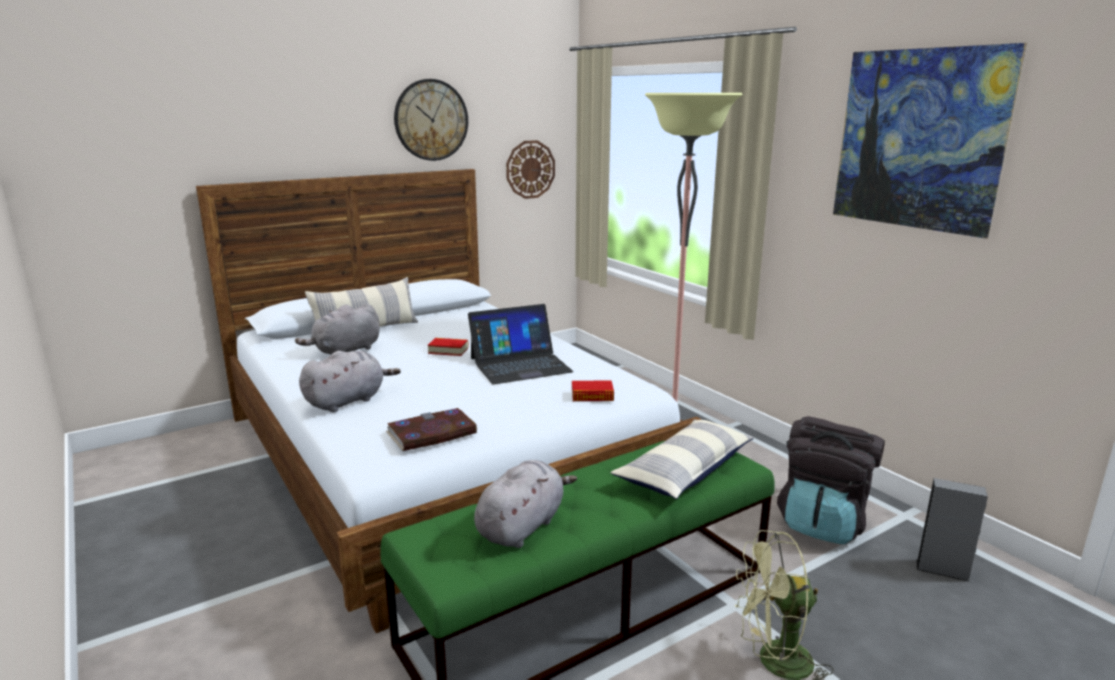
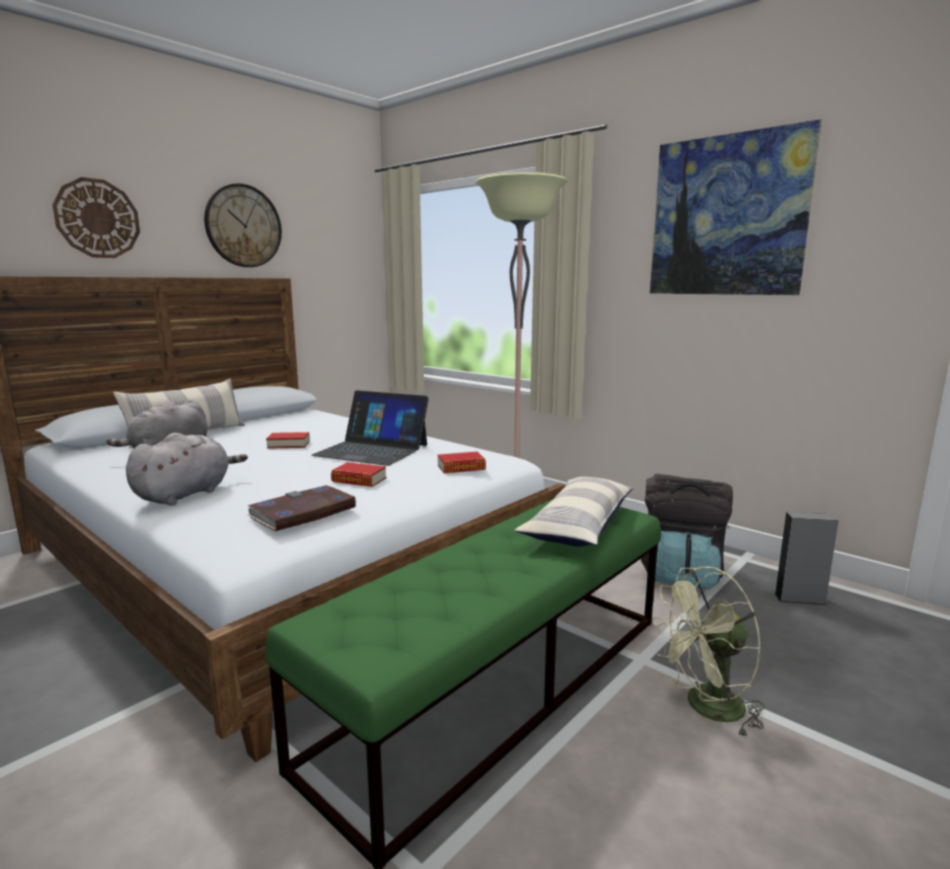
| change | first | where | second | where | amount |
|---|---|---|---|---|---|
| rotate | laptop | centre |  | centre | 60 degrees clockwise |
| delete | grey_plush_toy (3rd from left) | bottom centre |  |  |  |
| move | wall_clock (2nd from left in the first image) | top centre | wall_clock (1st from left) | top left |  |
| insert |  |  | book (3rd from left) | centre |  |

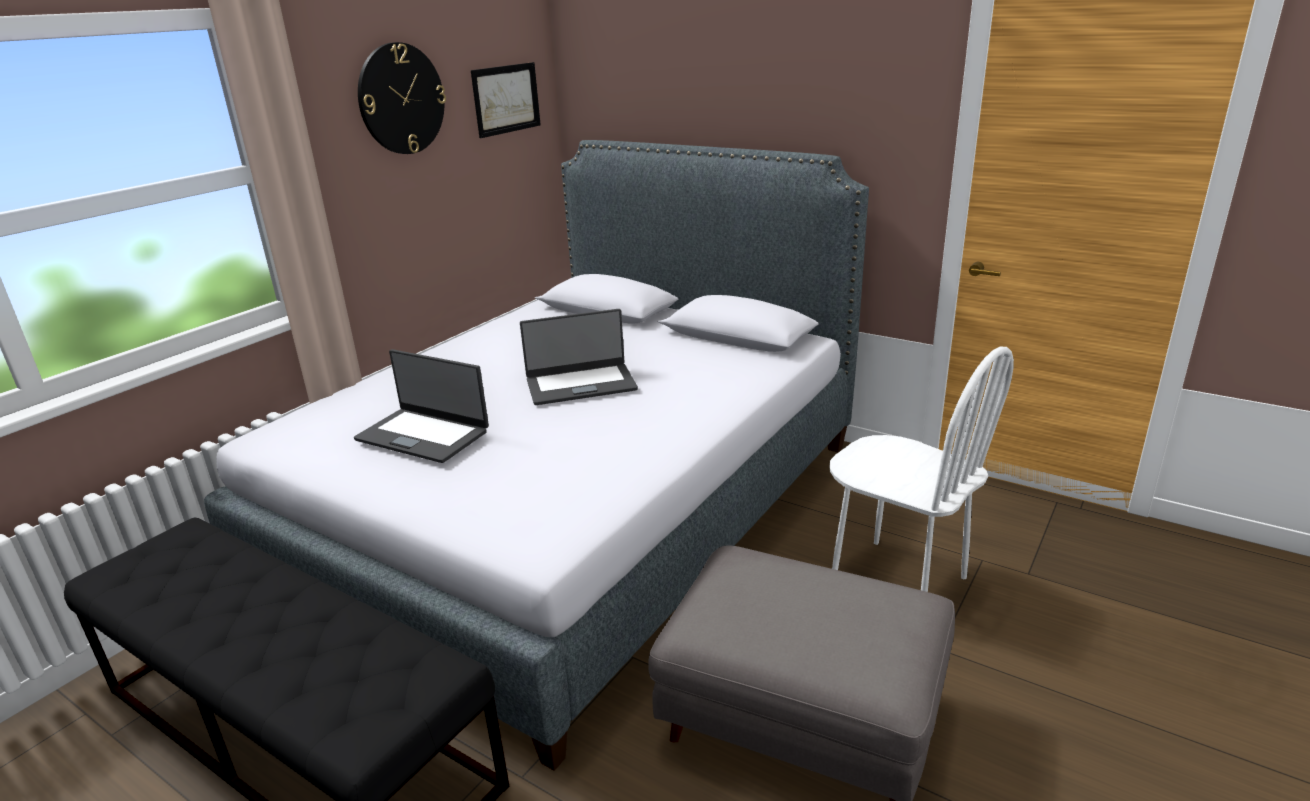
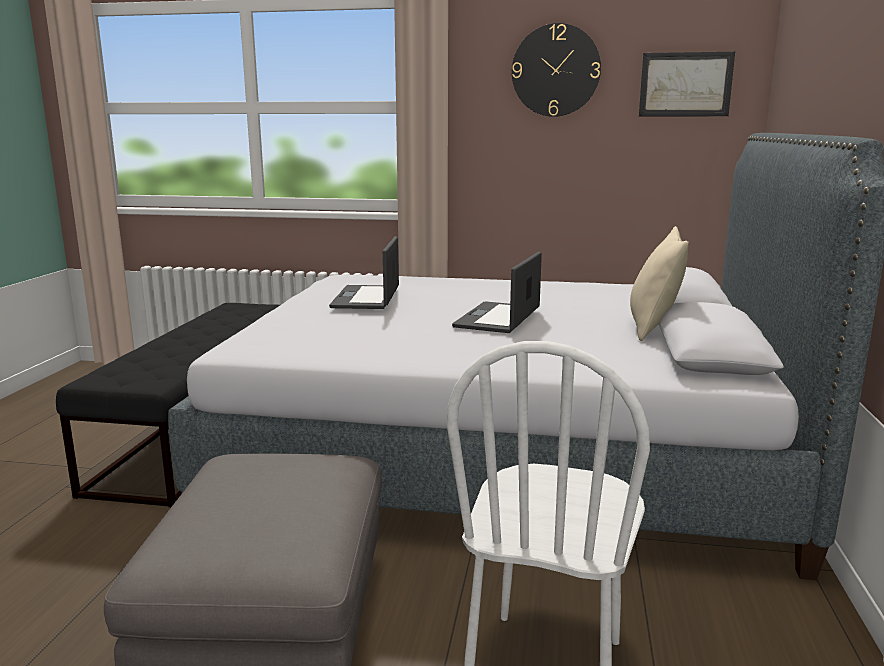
| change | first | where | second | where | amount |
|---|---|---|---|---|---|
| rotate | laptop (2nd from left) | centre |  | centre | 60 degrees clockwise |
| insert |  |  | beige_pillow | middle right |  |

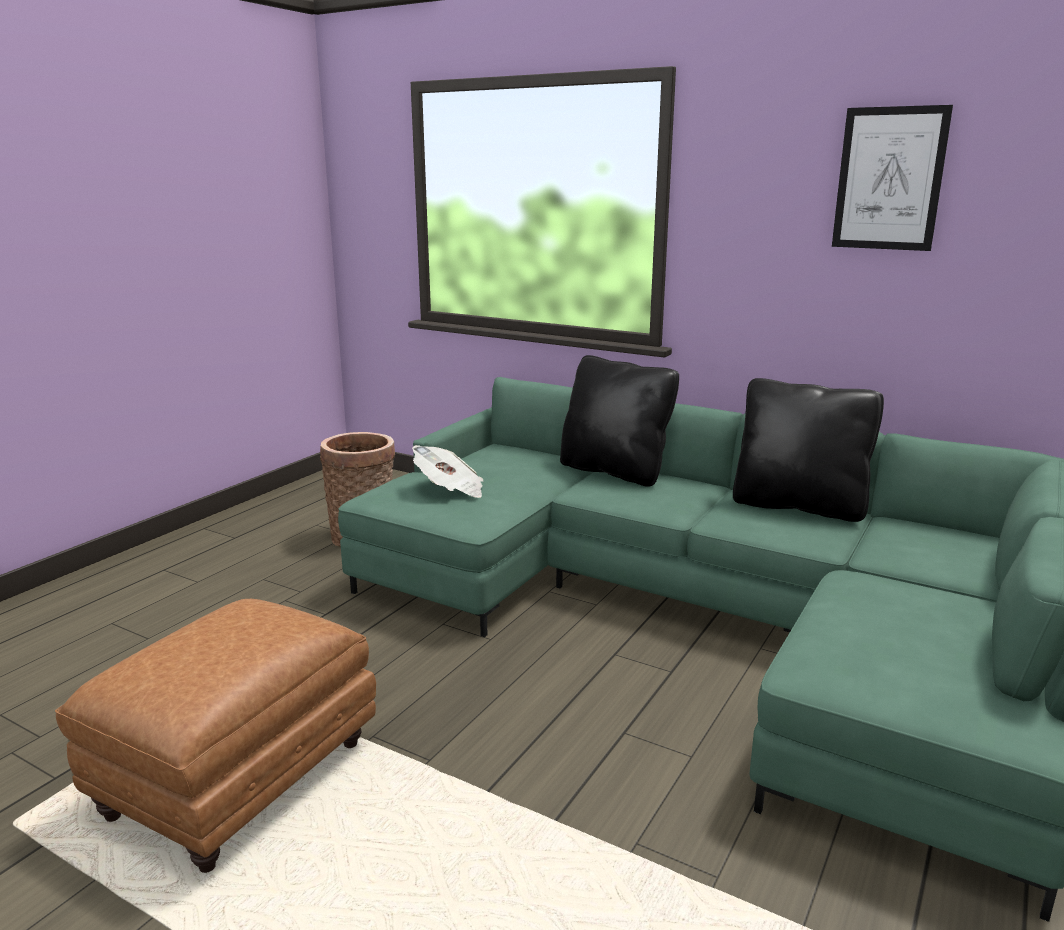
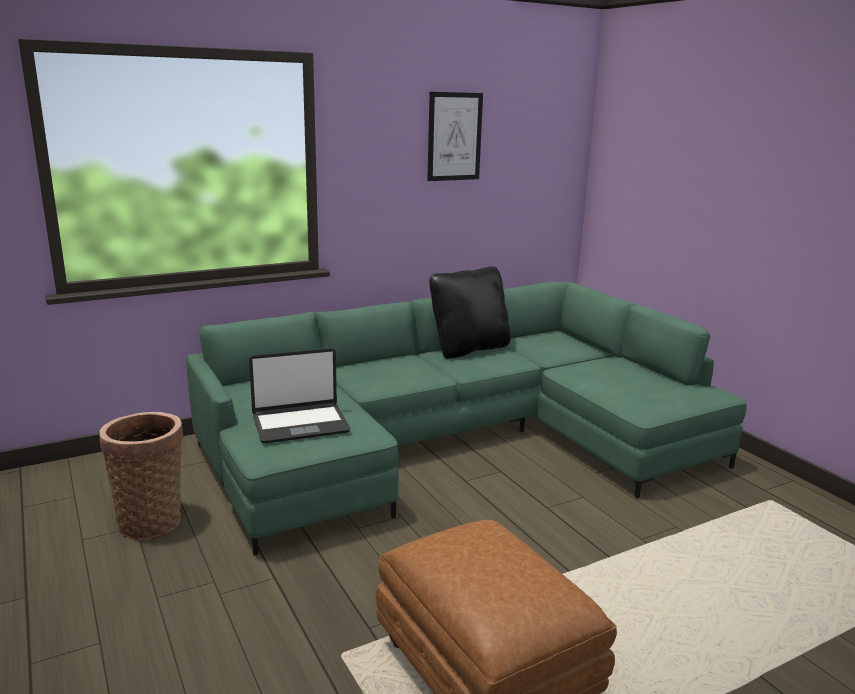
| change | first | where | second | where | amount |
|---|---|---|---|---|---|
| replace | newspaper | centre | laptop | centre |  |
| delete | black_pillow (1st from left) | centre |  |  |  |

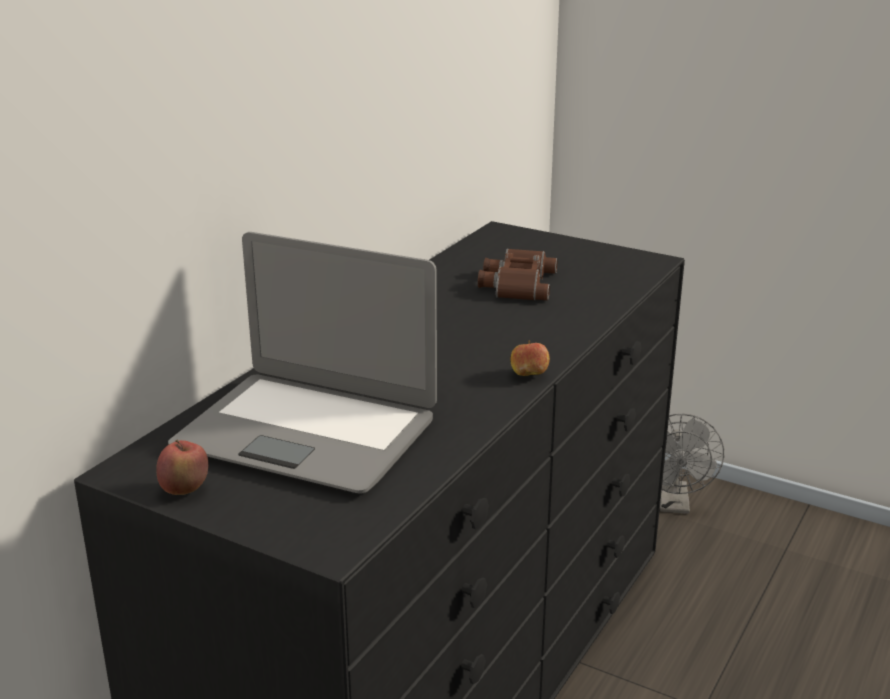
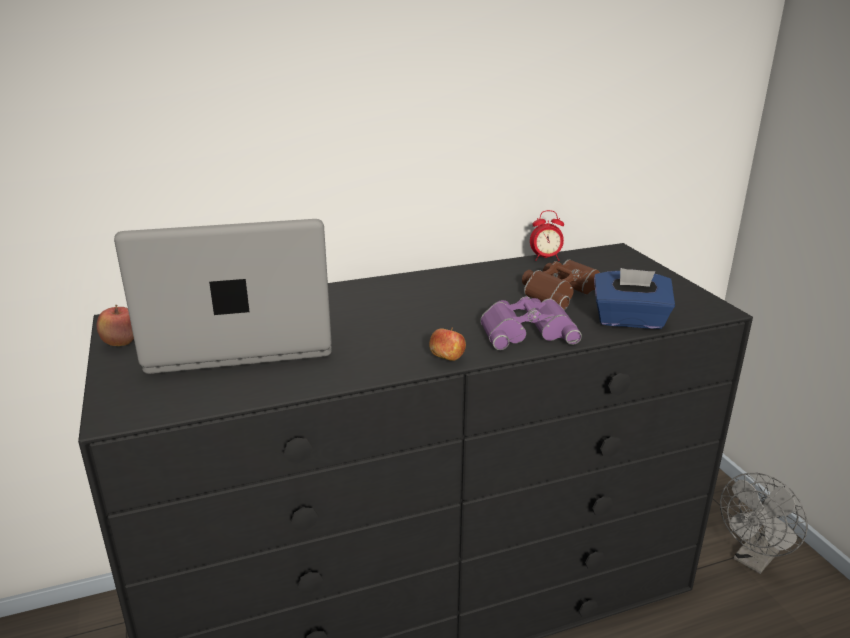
| change | first | where | second | where | amount |
|---|---|---|---|---|---|
| rotate | laptop | centre |  | middle left | 105 degrees clockwise |
| insert |  |  | purple_binoculars | centre |  |
| insert |  |  | alarm_clock | centre |  |
| insert |  |  | blue_tissue_box | middle right |  |

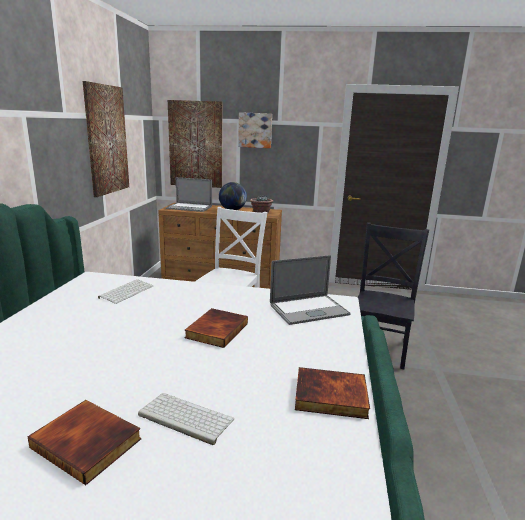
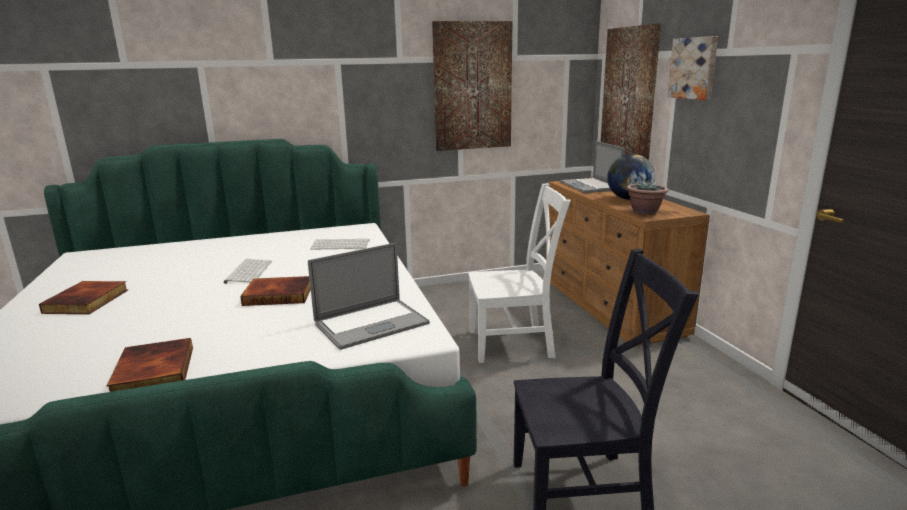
| change | first | where | second | where | amount |
|---|---|---|---|---|---|
| move | keyboard (2nd from left in the first image) | bottom centre | keyboard (1st from left) | middle left |  |
| rotate | laptop (2nd from left in the first image) | centre | laptop (1st from left) | centre | 75 degrees counterclockwise |

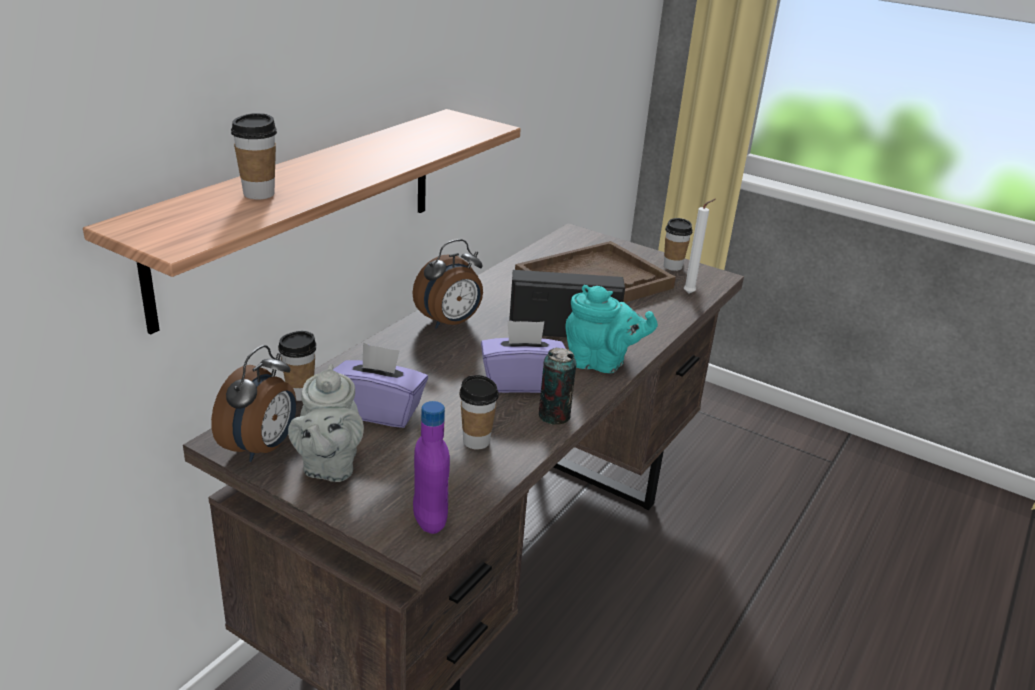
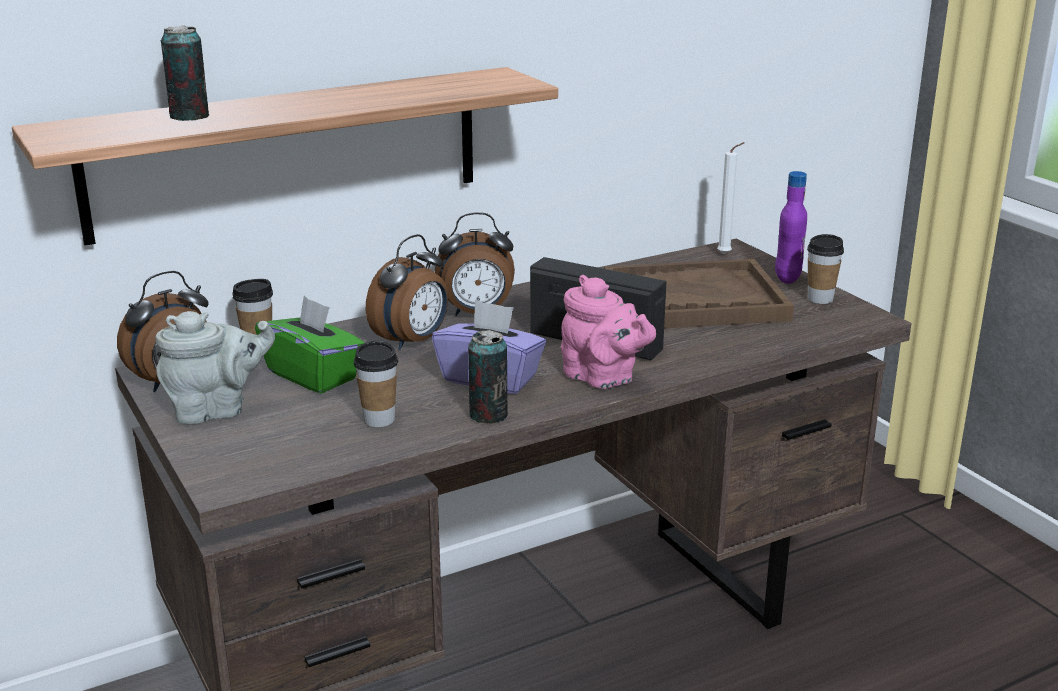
| change | first | where | second | where | amount |
|---|---|---|---|---|---|
| replace | cup (1st from left) | top left | can (1st from left) | top left |  |
| rotate | grey_teapot | middle left |  | middle left | 135 degrees counterclockwise |
| recolor | purple_tissue_box (1st from left) | centre | green_tissue_box | middle left |  |
| move | purple_bottle | bottom centre |  | top right |  |
| recolor | turquoise_teapot | centre | pink_teapot | centre |  |
| move | white_candle | middle right |  | top right |  |
| insert |  |  | alarm_clock (2nd from left) | centre |  |

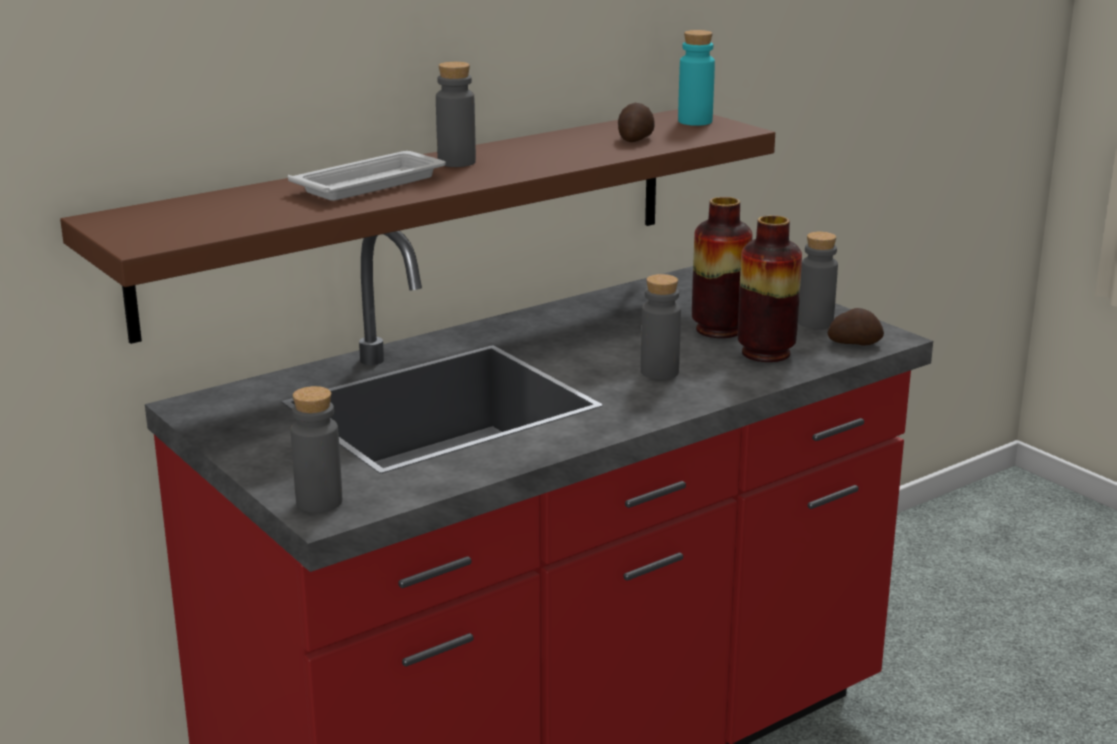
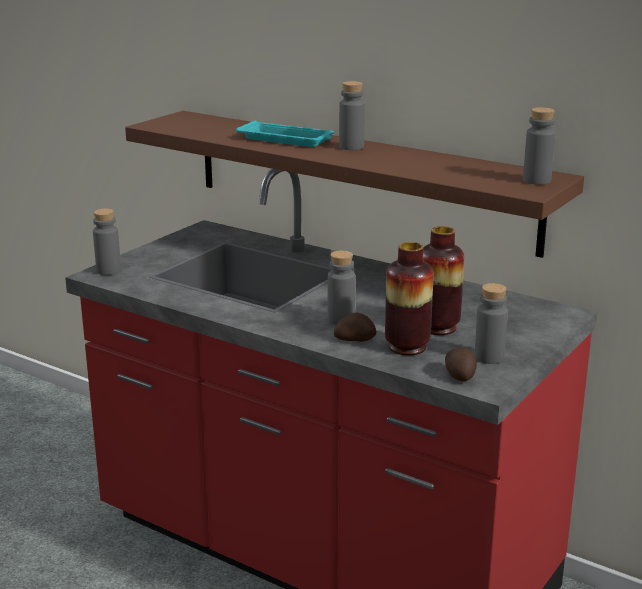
| change | first | where | second | where | amount |
|---|---|---|---|---|---|
| recolor | white_tray | top left | turquoise_tray | top centre |  |
| move | potato (1st from left) | top centre |  | centre |  |
| recolor | turquoise_bottle | top centre | grey_bottle (5th from left) | top right |  |

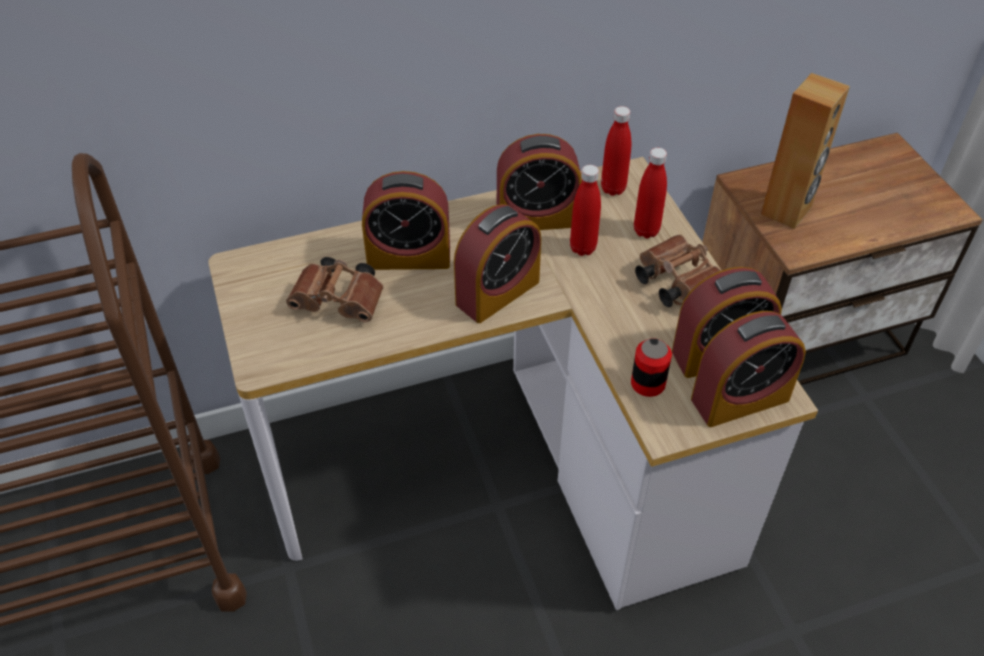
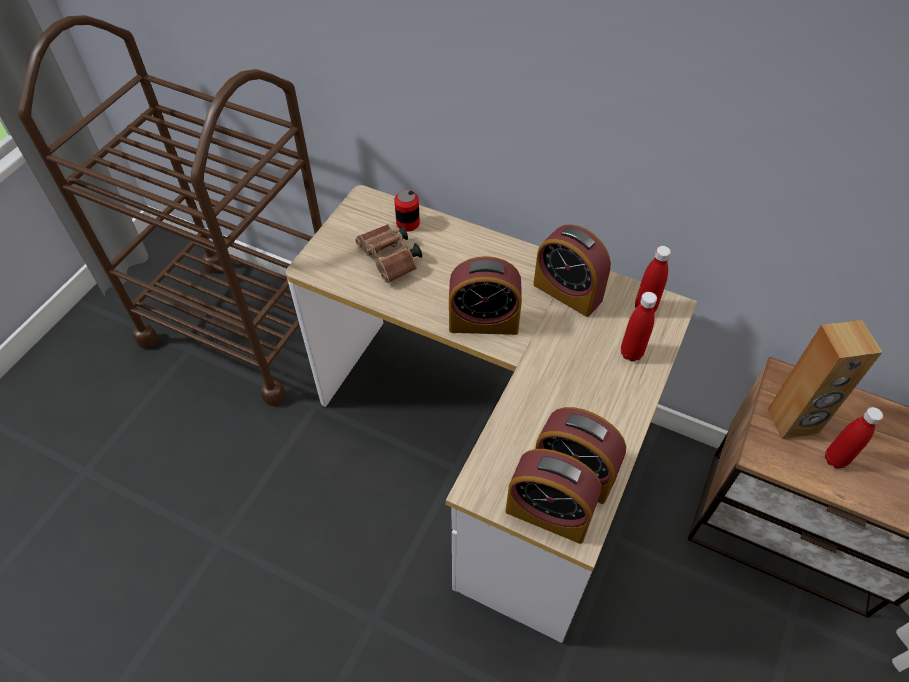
| change | first | where | second | where | amount |
|---|---|---|---|---|---|
| delete | alarm_clock (1st from left) | centre |  |  |  |
| move | red_bottle (1st from left in the first image) | top centre | red_bottle (3rd from left) | middle right |  |
| move | can | centre |  | top centre |  |
| delete | brown_binoculars (2nd from left) | middle right |  |  |  |

